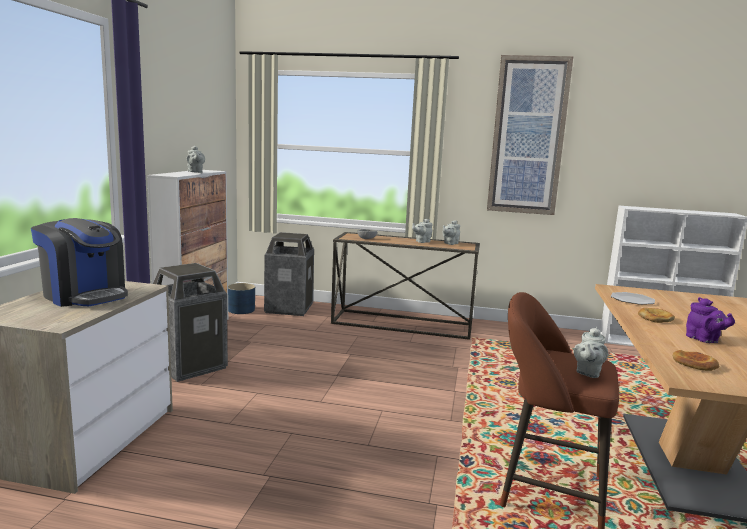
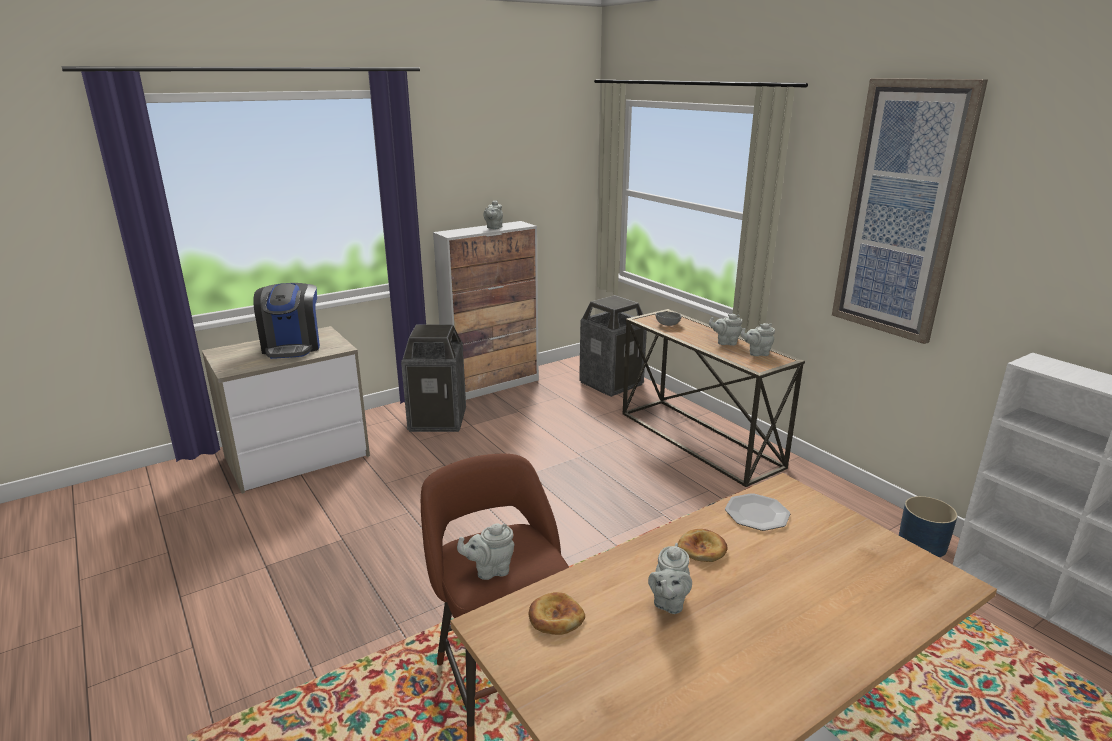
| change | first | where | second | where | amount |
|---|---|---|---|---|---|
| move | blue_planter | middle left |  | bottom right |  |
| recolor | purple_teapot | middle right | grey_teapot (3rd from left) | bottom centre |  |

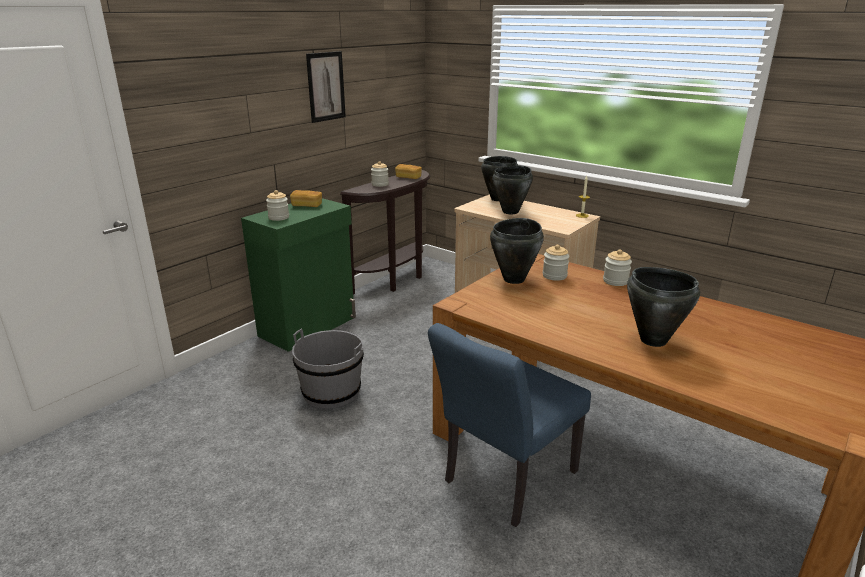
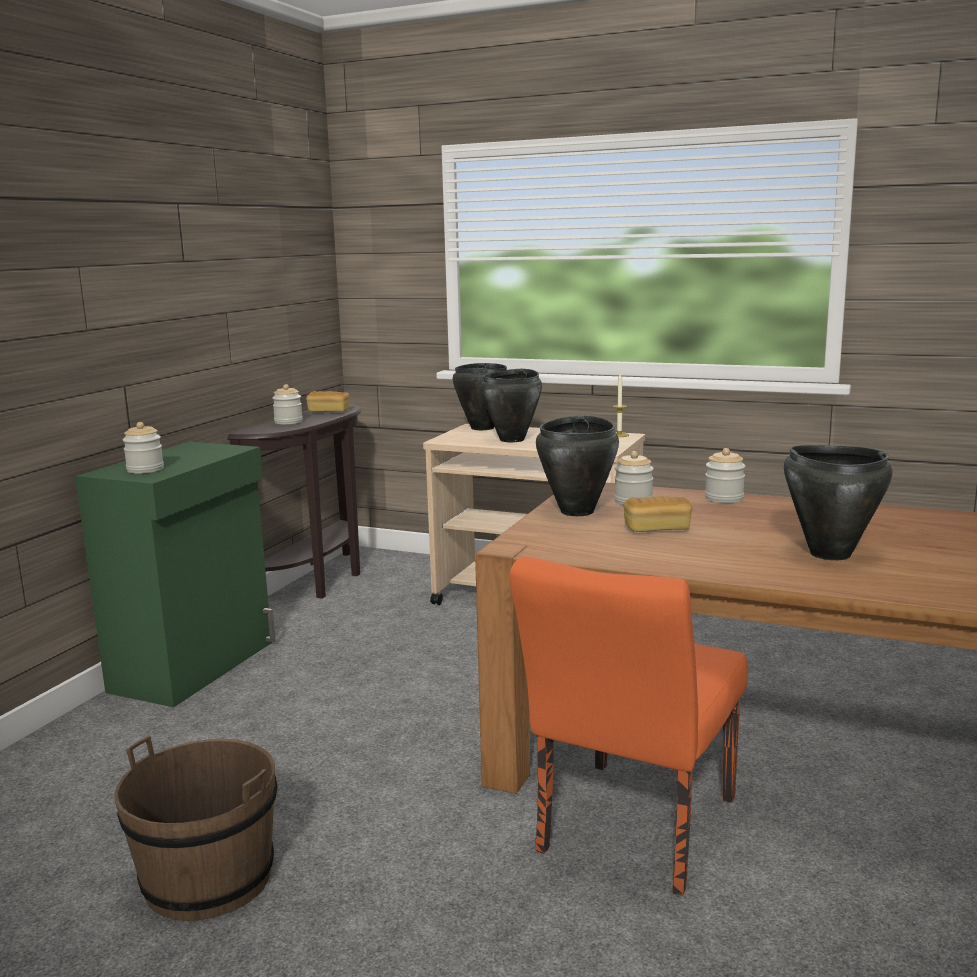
| change | first | where | second | where | amount |
|---|---|---|---|---|---|
| move | bread (1st from left in the first image) | centre | bread (2nd from left) | middle right |  |
| delete | grey_bucket | centre |  |  |  |
| delete | picture | top centre |  |  |  |
| recolor | blue_chair | bottom centre | orange_chair | bottom centre |  |
| insert |  |  | brown_bucket | bottom left |  |

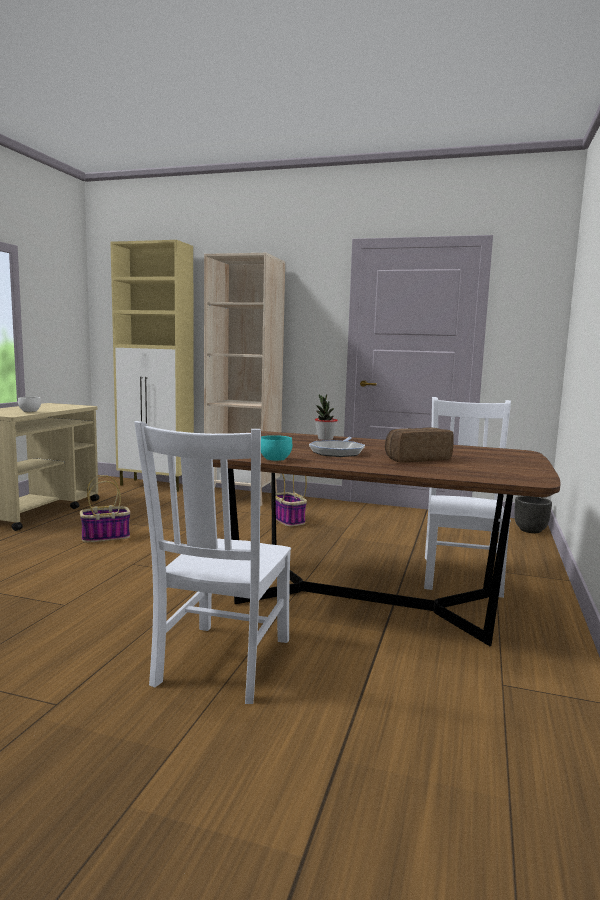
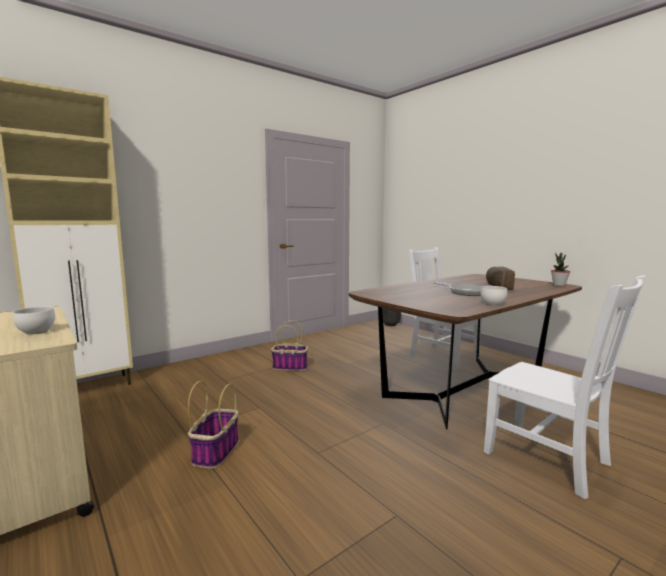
| change | first | where | second | where | amount |
|---|---|---|---|---|---|
| delete | beige_bookcase | centre |  |  |  |
| recolor | turquoise_bowl | centre | white_bowl (2nd from left) | middle right |  |
| move | potted_plant | centre |  | middle right |  |

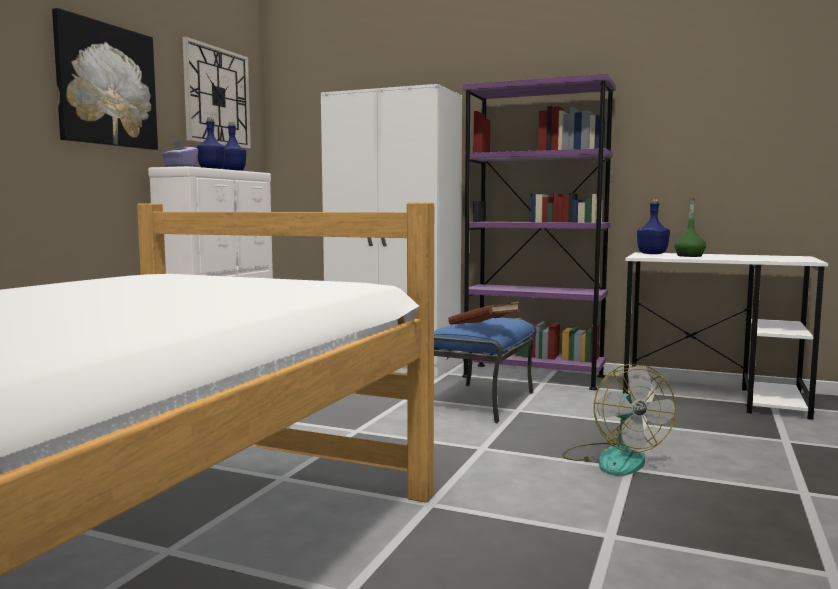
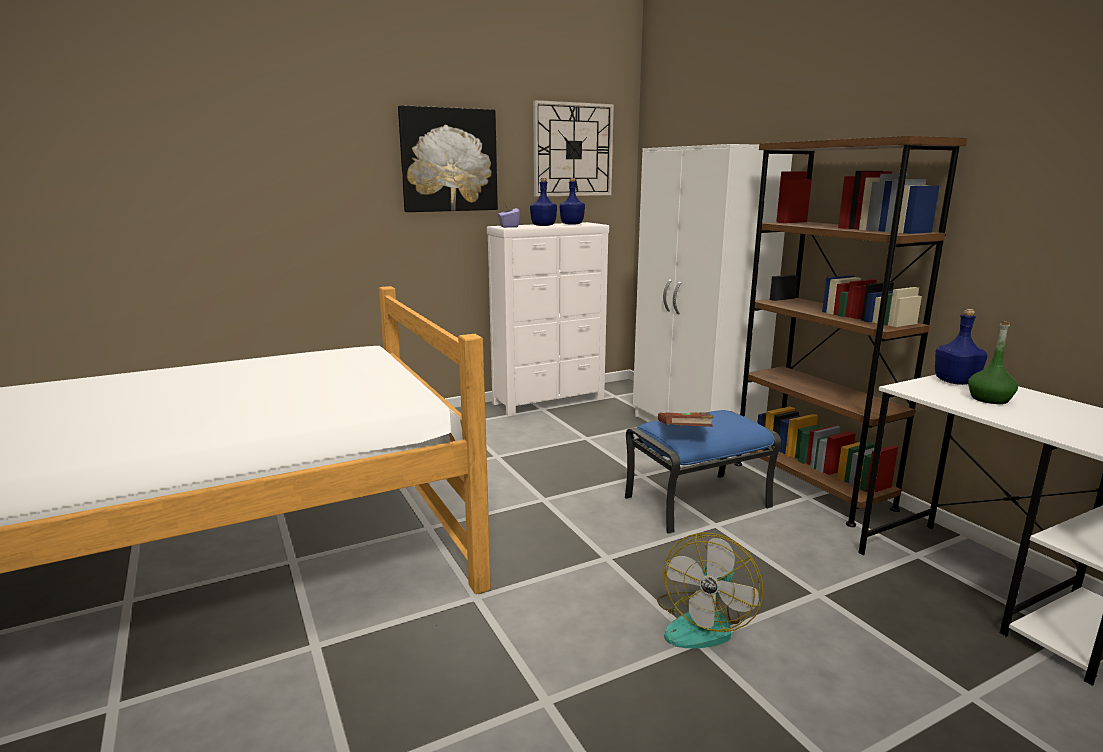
| change | first | where | second | where | amount |
|---|---|---|---|---|---|
| recolor | purple_bookcase | centre | brown_bookcase | middle right |  |

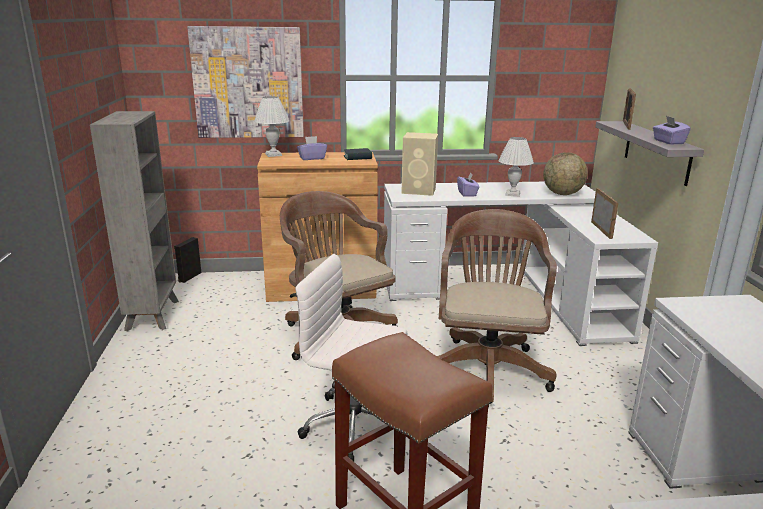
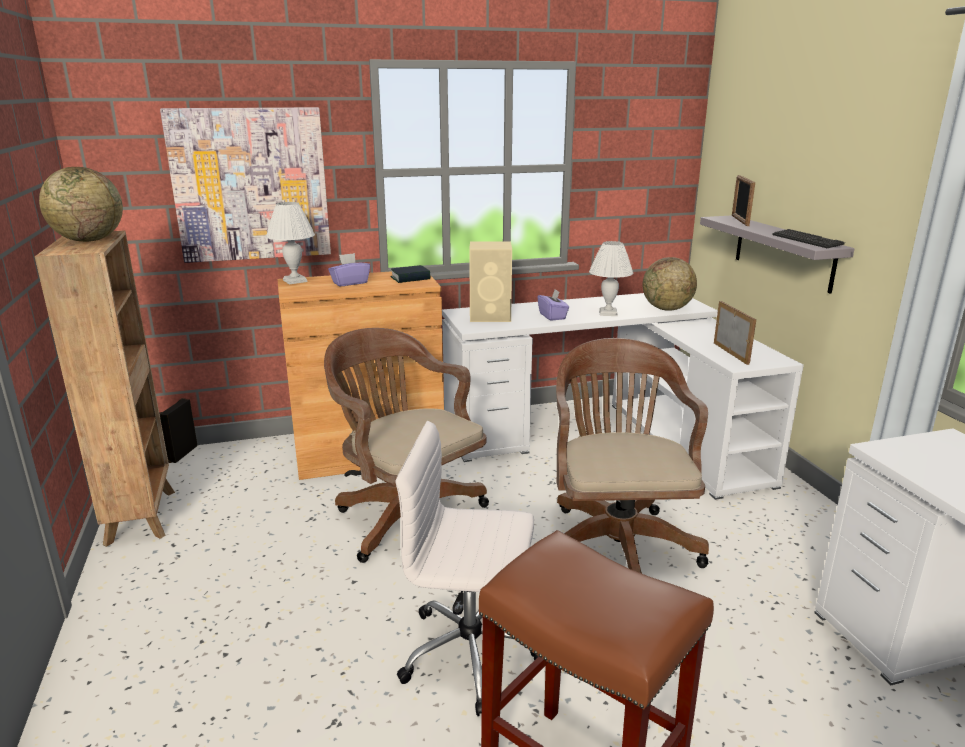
| change | first | where | second | where | amount |
|---|---|---|---|---|---|
| recolor | grey_bookcase | middle left | brown_bookcase | middle left |  |
| replace | purple_tissue_box (3rd from left) | top right | keyboard | top right |  |
| insert |  |  | globe (1st from left) | top left |  |

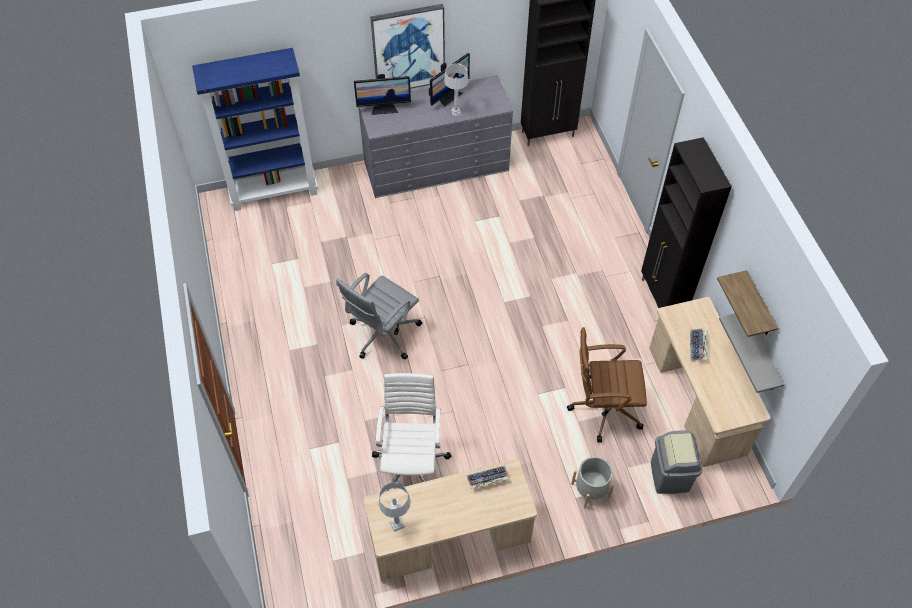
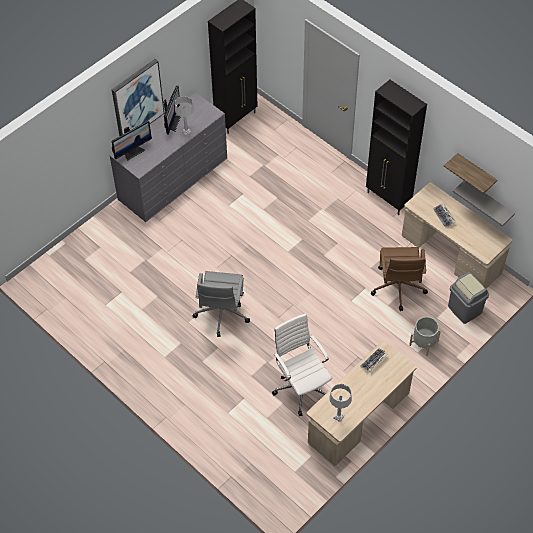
| change | first | where | second | where | amount |
|---|---|---|---|---|---|
| delete | blue_bookcase | top left |  |  |  |
| rotate | brown_office_chair | centre |  | middle right | 60 degrees counterclockwise |

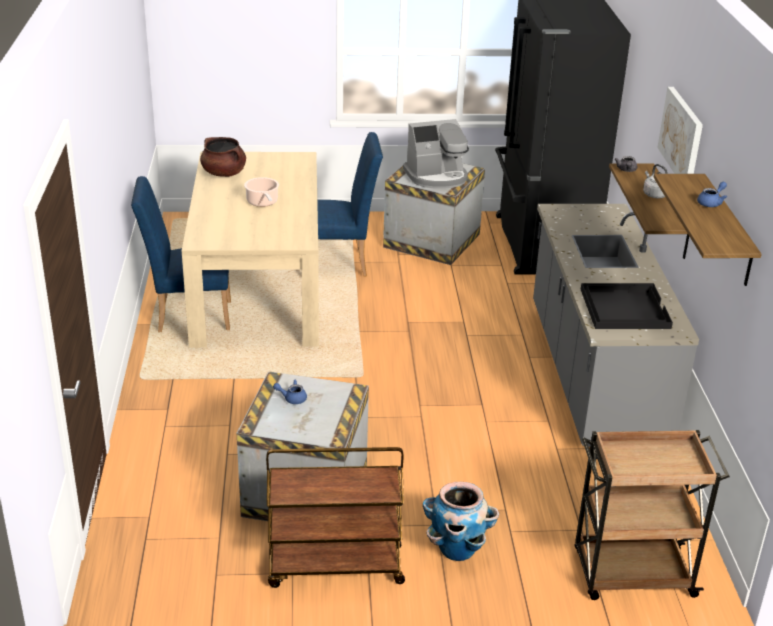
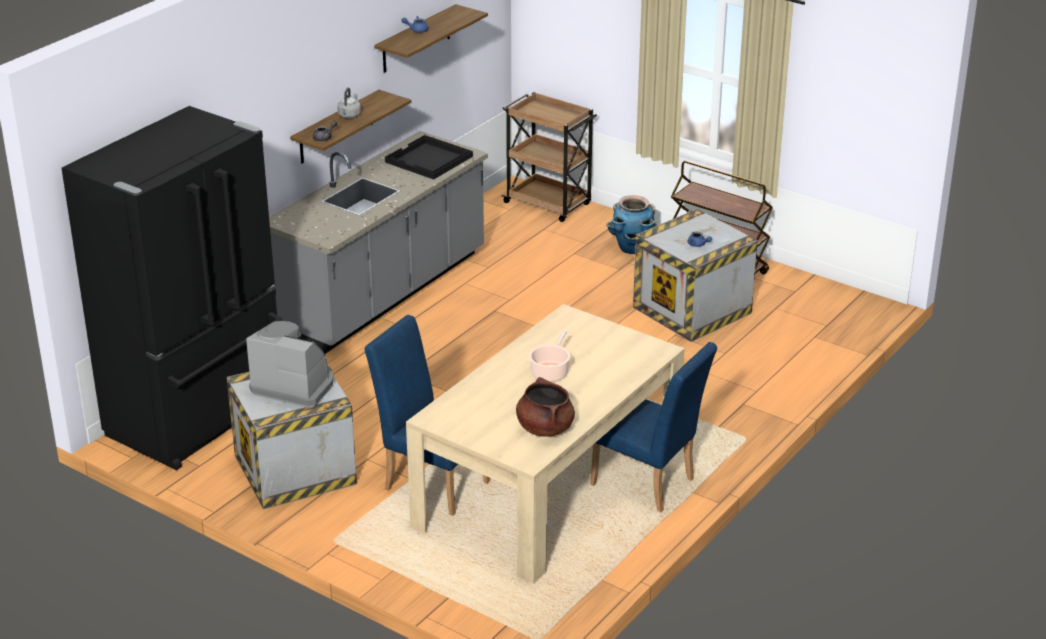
| change | first | where | second | where | amount |
|---|---|---|---|---|---|
| delete | picture | top right |  |  |  |

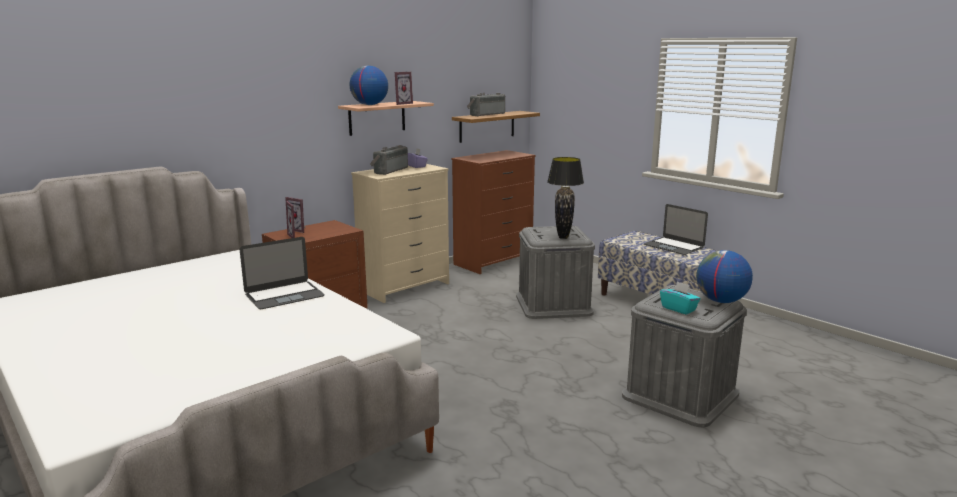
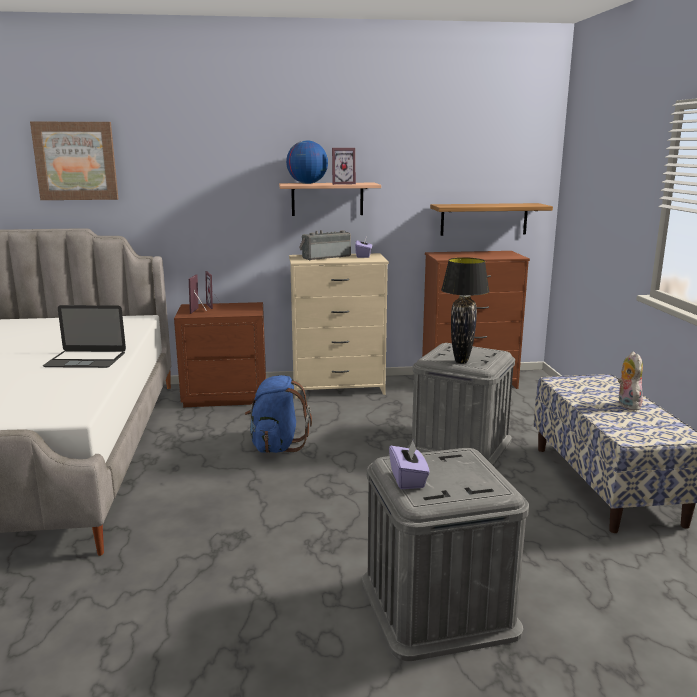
| change | first | where | second | where | amount |
|---|---|---|---|---|---|
| delete | radio (2nd from left) | top centre |  |  |  |
| replace | laptop (2nd from left) | middle right | plush_toy | middle right |  |
| recolor | turquoise_tissue_box | middle right | purple_tissue_box (2nd from left) | bottom centre |  |
| delete | globe (2nd from left) | middle right |  |  |  |
| insert |  |  | picture | top left |  |
| insert |  |  | blue_backpack | centre |  |

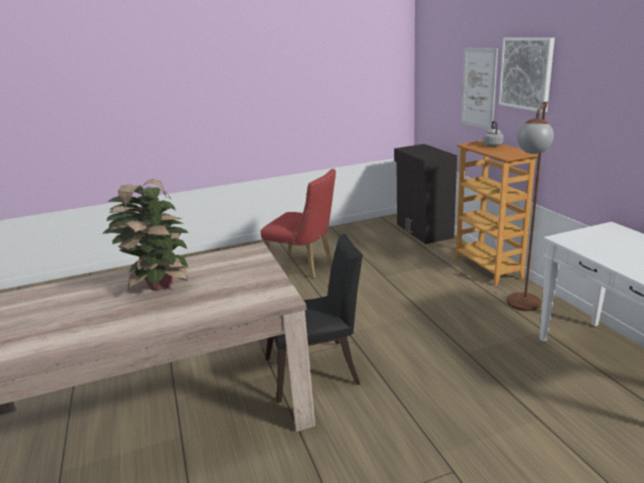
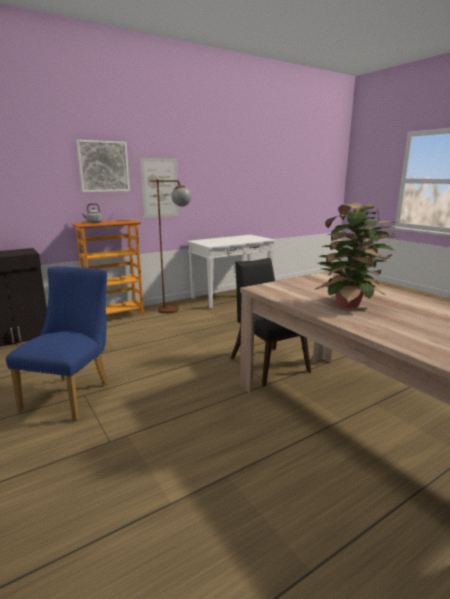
| change | first | where | second | where | amount |
|---|---|---|---|---|---|
| recolor | red_chair | centre | blue_chair | middle left |  |
| move | picture (1st from left in the first image) | top right | picture (2nd from left) | top centre |  |

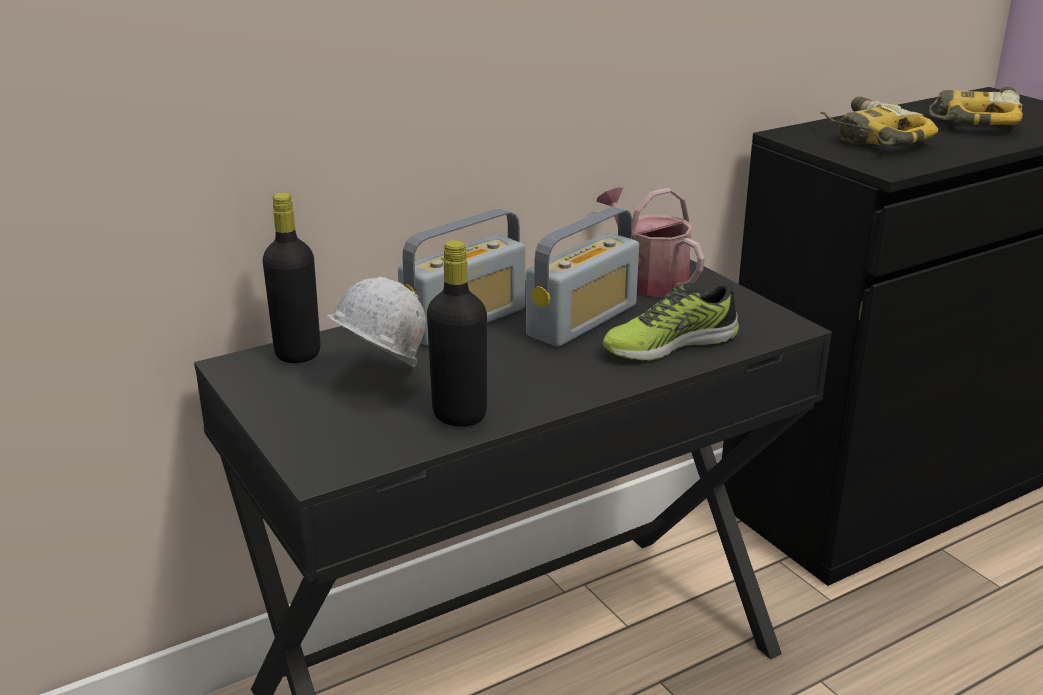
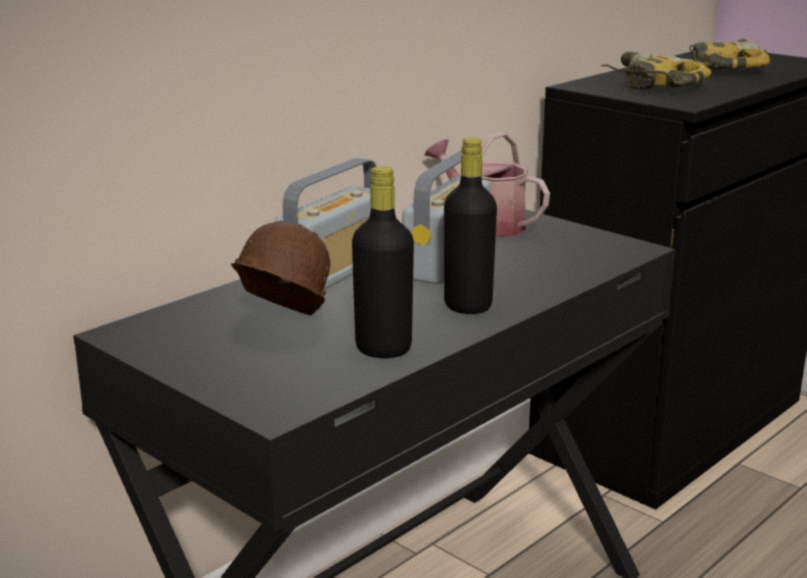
| change | first | where | second | where | amount |
|---|---|---|---|---|---|
| move | black_bottle (1st from left in the first image) | middle left | black_bottle (2nd from left) | centre |  |
| recolor | white_hard_hat | centre | brown_hard_hat | centre |  |
| delete | shoe | centre |  |  |  |

